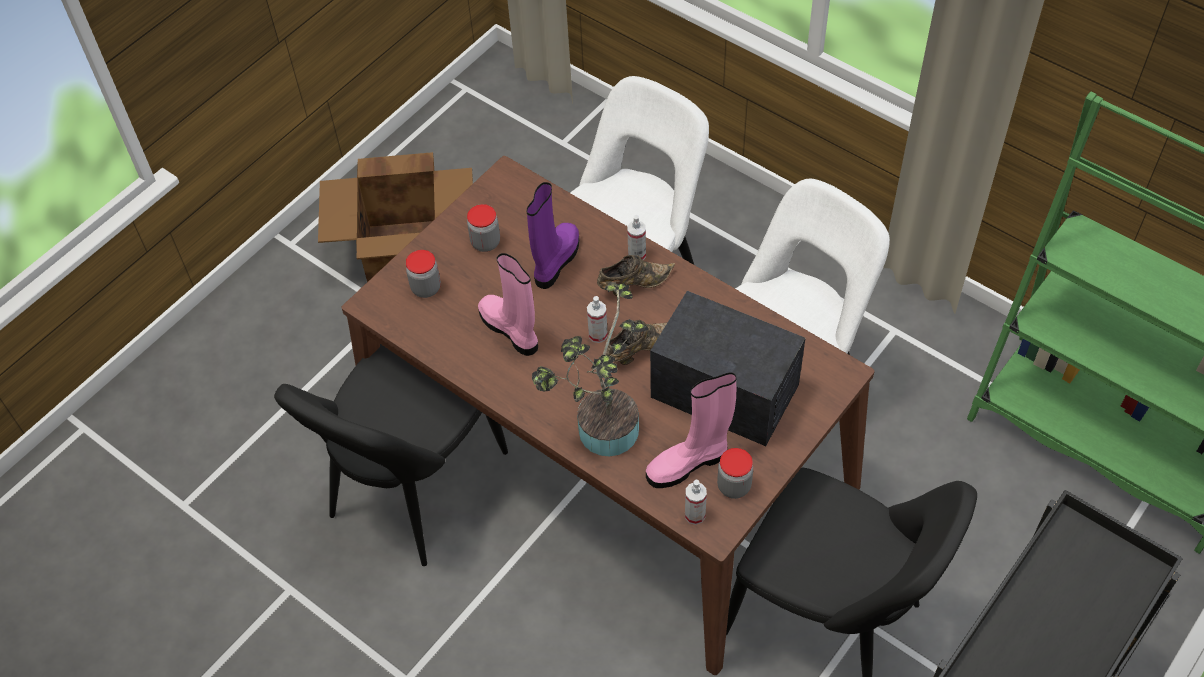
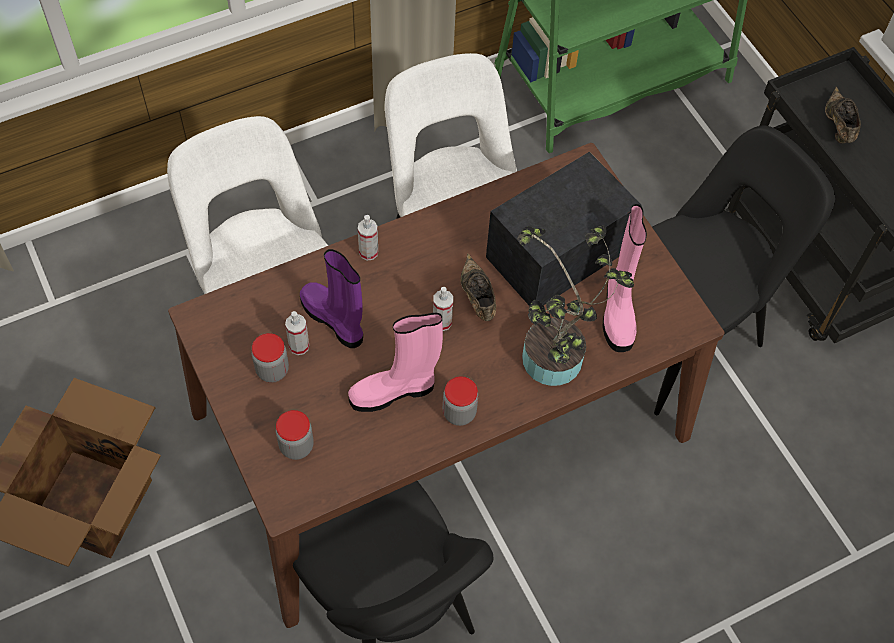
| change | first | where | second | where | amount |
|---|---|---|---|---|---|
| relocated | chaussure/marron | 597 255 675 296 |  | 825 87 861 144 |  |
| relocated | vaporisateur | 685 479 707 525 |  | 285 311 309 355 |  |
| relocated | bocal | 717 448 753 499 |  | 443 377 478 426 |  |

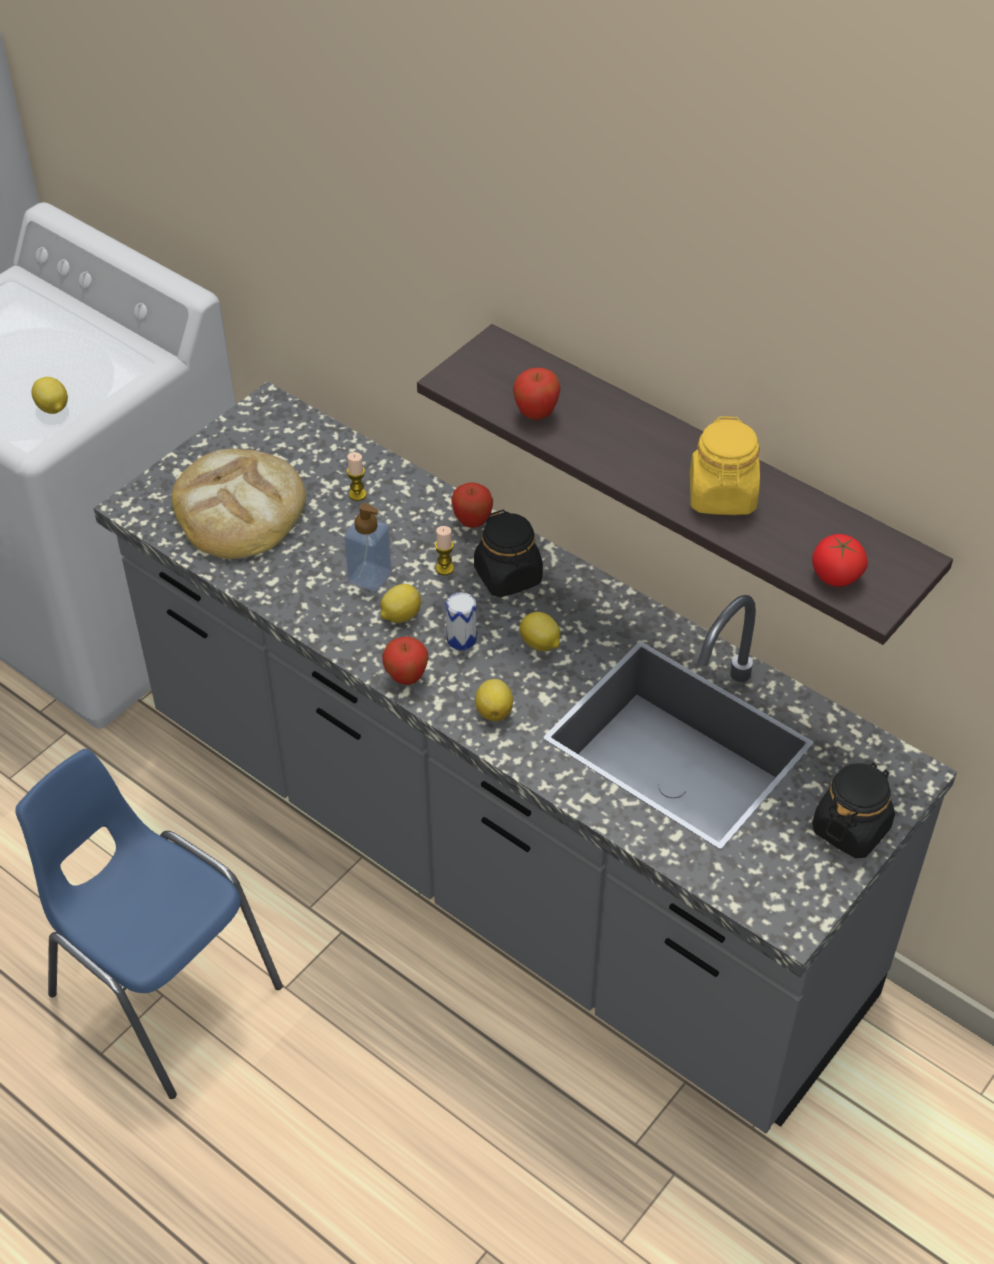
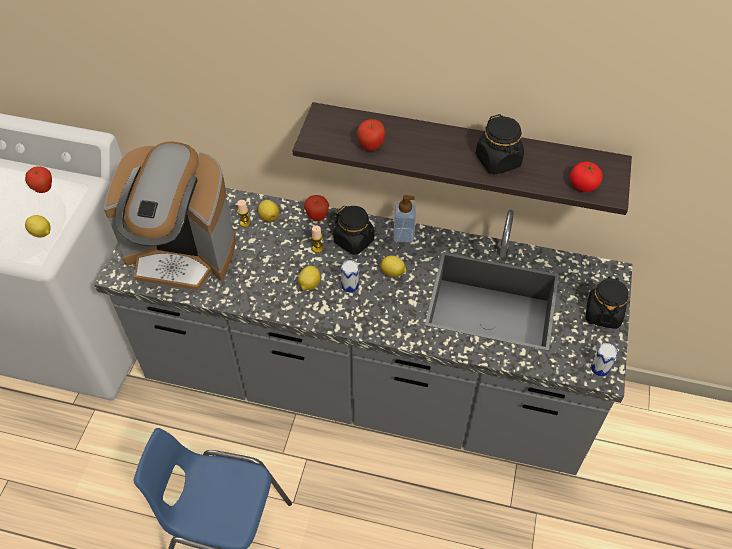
| change | first | where | second | where | amount |
|---|---|---|---|---|---|
| exchanged | pain | 172 449 306 559 | machine à café | 104 142 236 292 |  |
| relocated | distributeur de savon | 344 503 392 591 |  | 394 195 416 242 |  |
| relocated | pomme | 382 636 428 685 |  | 25 166 52 193 |  |
| relocated | citron | 475 679 513 721 |  | 258 200 279 222 |  |
| colour | bocal/jaune | 690 416 760 515 | bocal/noir | 476 114 524 175 |  |
| appeared |  |  | boîte métallique | 591 343 618 376 |  |

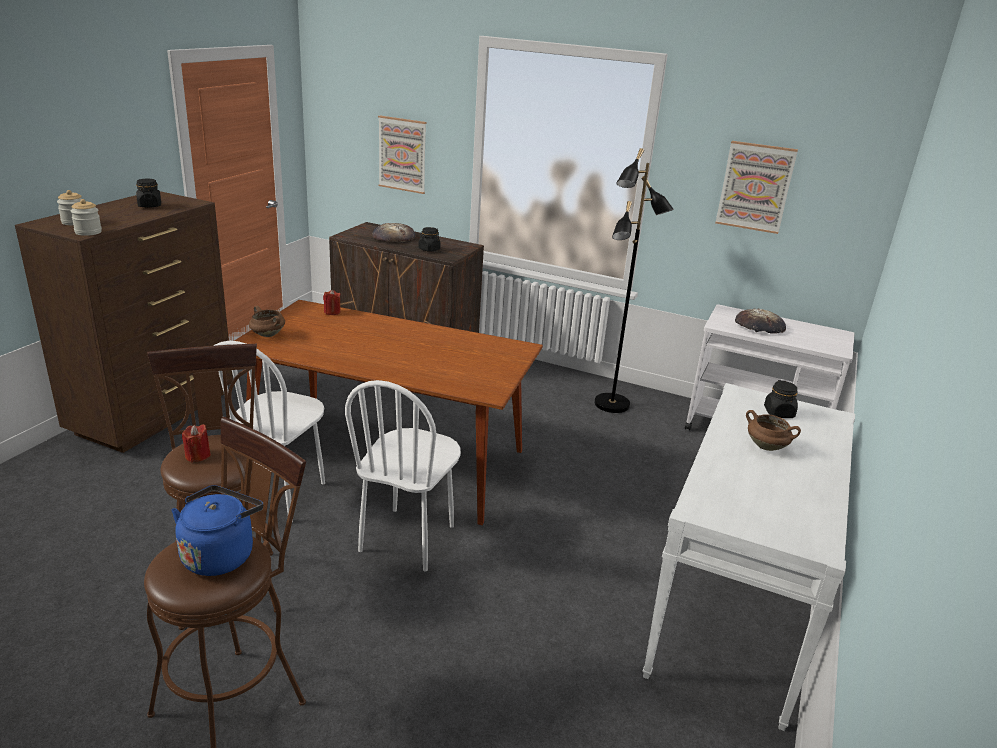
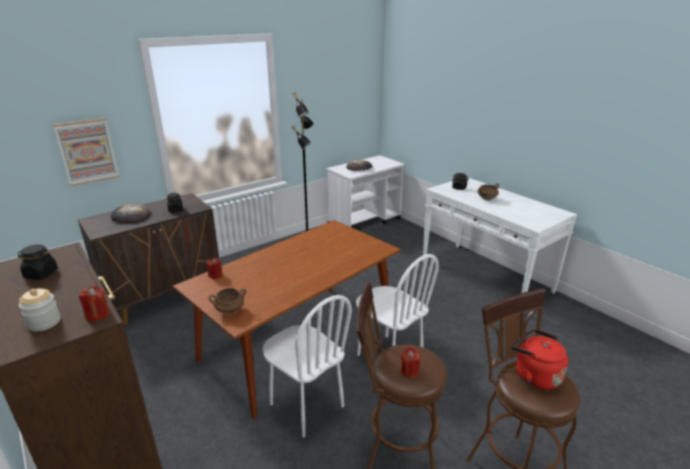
| change | first | where | second | where | amount |
|---|---|---|---|---|---|
| exchanged | bocal | 71 199 102 236 | bougie/rouge | 79 286 110 322 |  |
| colour | bouilloire/bleu | 171 485 263 576 | bouilloire/rouge | 511 329 568 390 |  |
| missing | tableau | 715 141 798 234 |  |  |  |

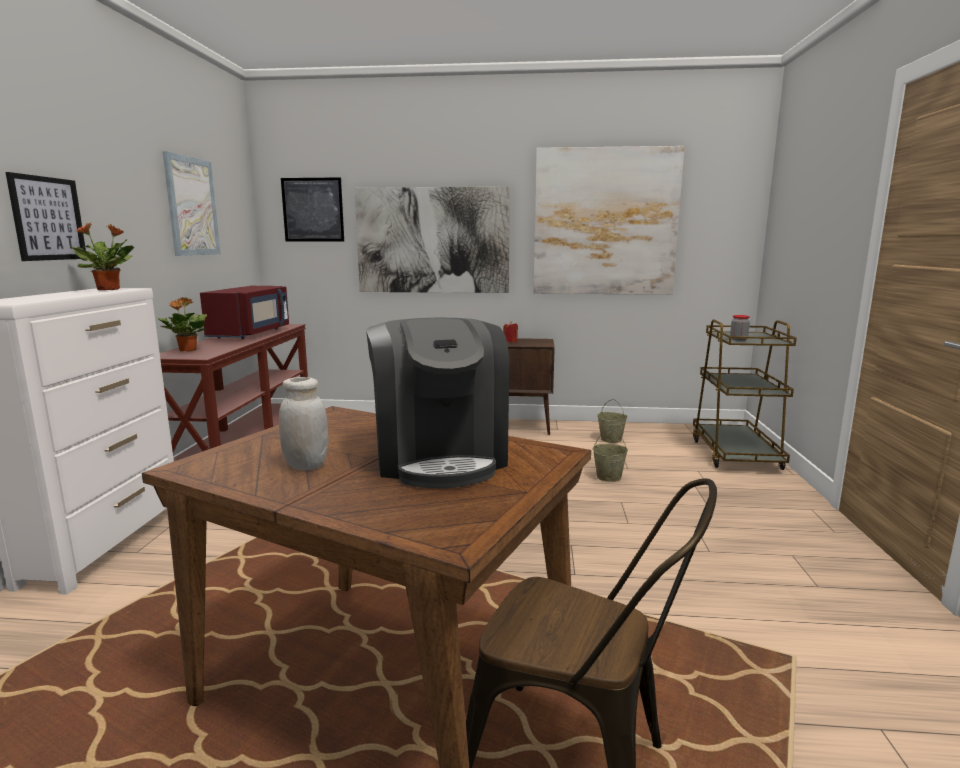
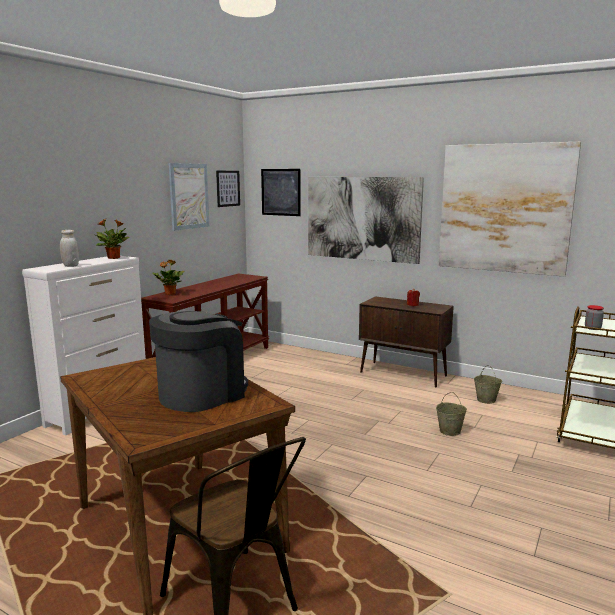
| change | first | where | second | where | amount |
|---|---|---|---|---|---|
| relocated | tableau | 6 172 86 261 |  | 216 171 240 207 |  |
| missing | micro-ondes/rouge | 200 286 289 339 |  |  |  |
| relocated | bocal/blanc | 279 377 328 470 |  | 60 230 79 267 |  |
| spun | machine à café | 366 318 509 488 |  | 149 311 248 412 | 150 degrees counterclockwise |

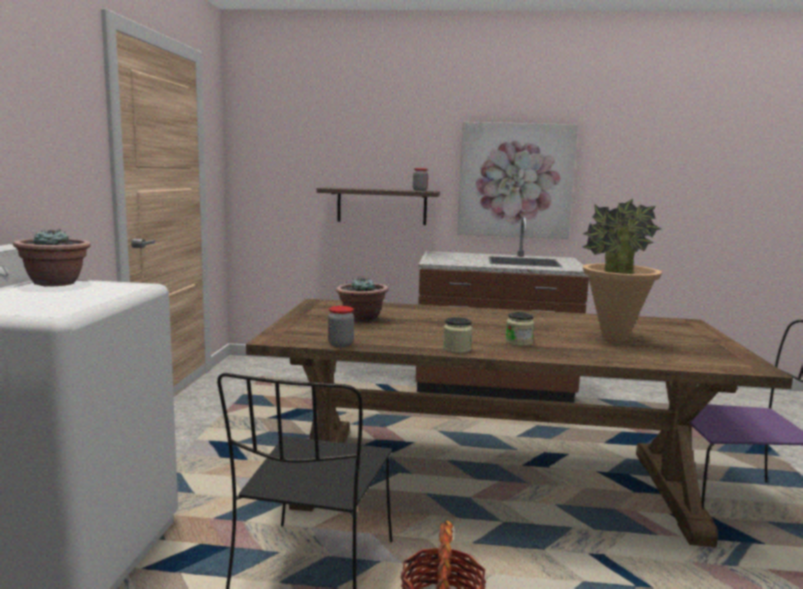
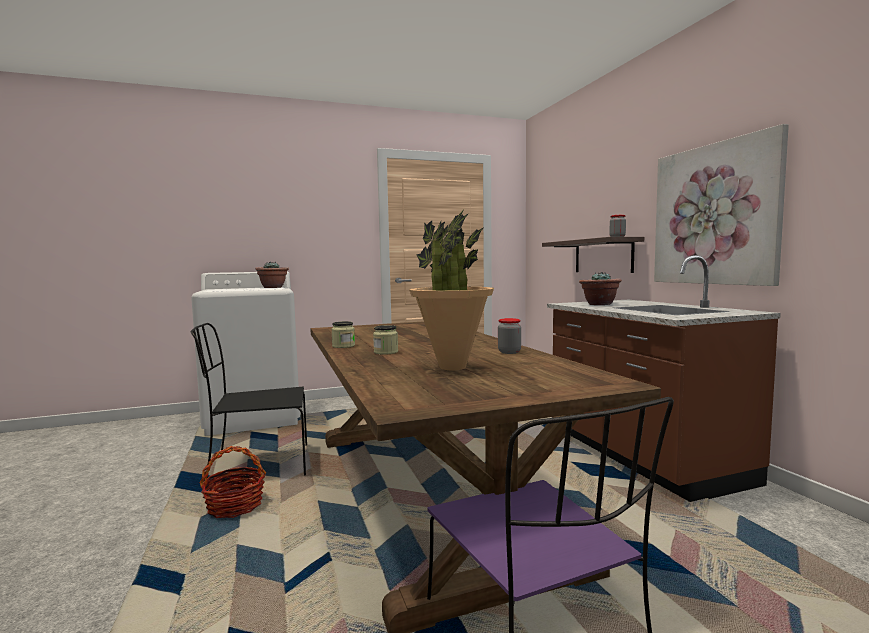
| change | first | where | second | where | amount |
|---|---|---|---|---|---|
| relocated | bocal | 328 306 354 347 |  | 498 318 521 354 |  |
| relocated | plante en pot | 336 276 388 322 |  | 579 272 622 305 |  |

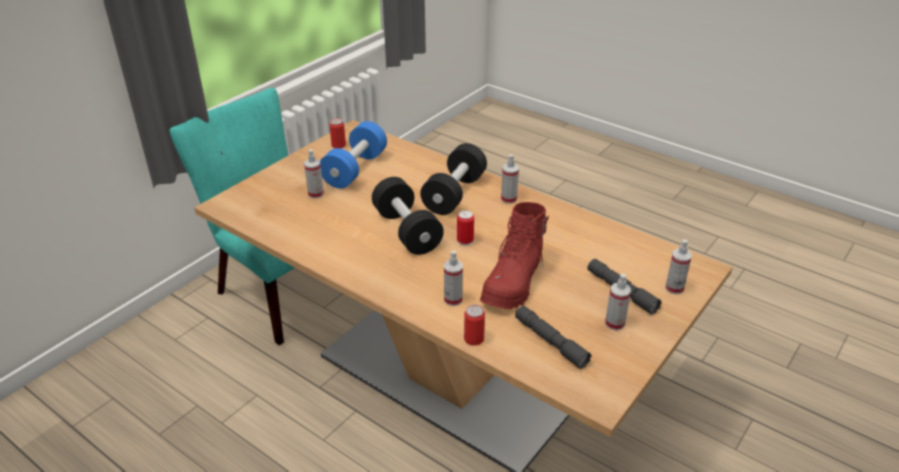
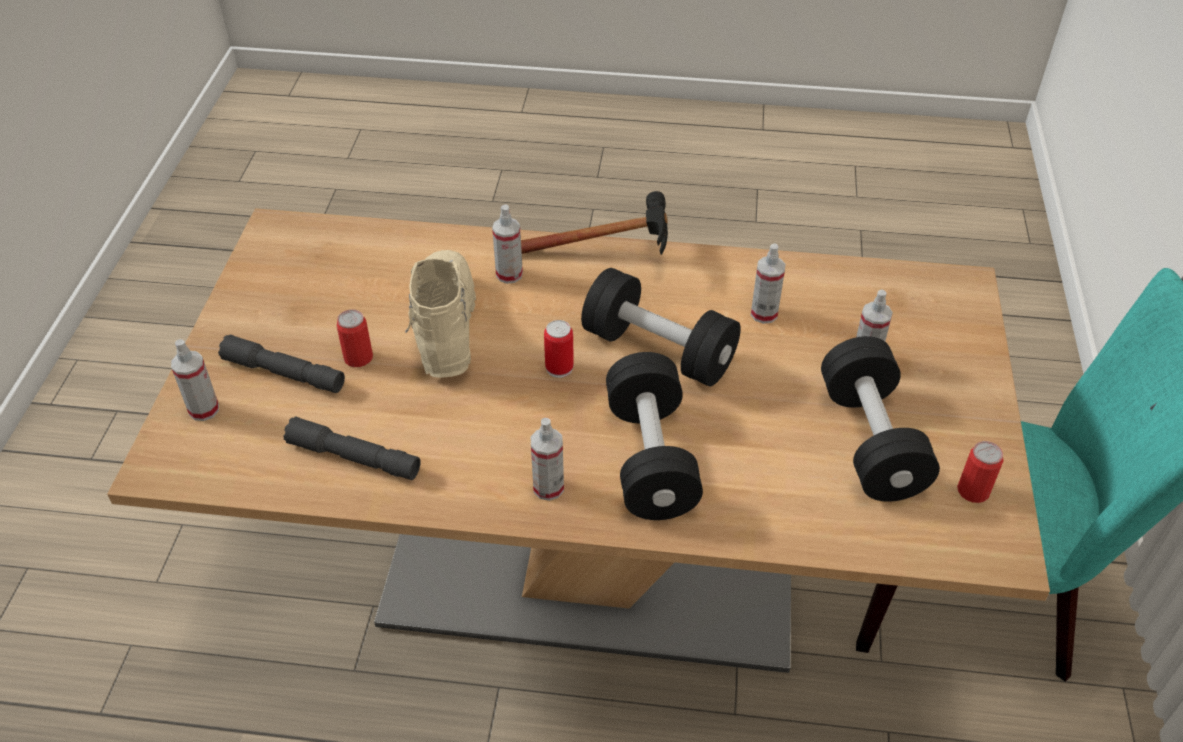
| change | first | where | second | where | amount |
|---|---|---|---|---|---|
| colour | haltère/bleu | 320 121 387 188 | haltère/noir | 821 336 940 502 |  |
| relocated | boîte métallique | 464 305 485 346 |  | 336 309 373 367 |  |
| colour | botte/rouge | 480 202 549 309 | botte/beige | 405 250 476 378 |  |
| relocated | lampe de poche/gris | 515 306 592 369 |  | 284 416 421 480 |  |
| relocated | vaporisateur | 605 273 631 331 |  | 751 243 786 324 |  |
| appeared |  |  | marteau | 521 191 668 255 |  |

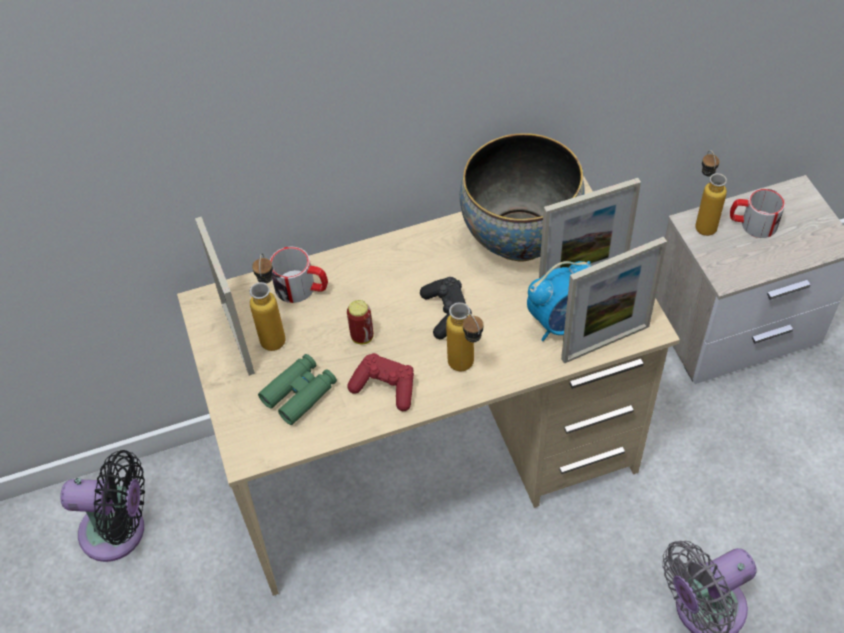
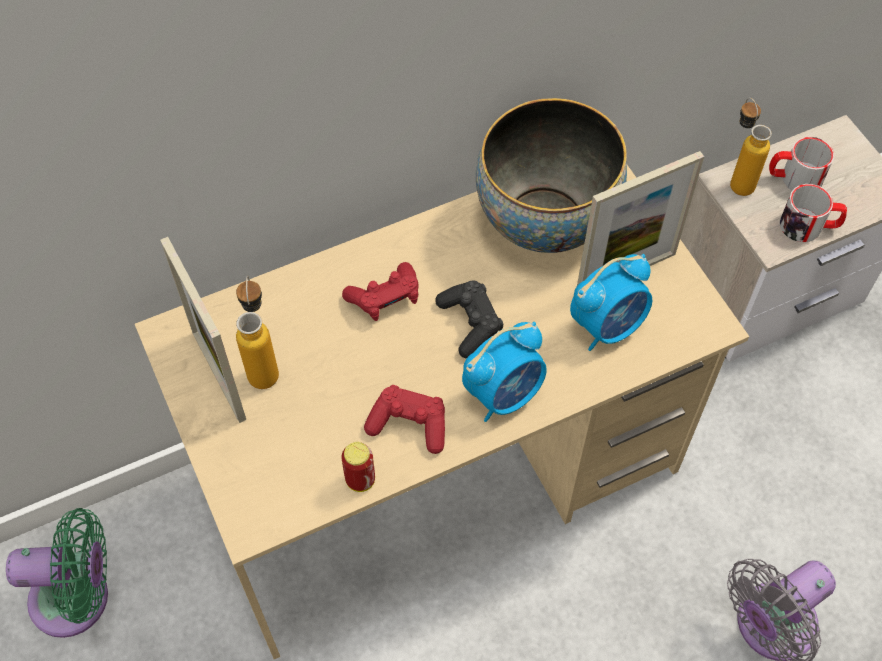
| change | first | where | second | where | amount |
|---|---|---|---|---|---|
| colour | ventilateur/noir | 60 450 145 562 | ventilateur/vert | 6 508 108 638 |  |
| missing | jumelles/vert | 258 354 337 425 |  |  |  |
| relocated | mug | 270 246 328 303 |  | 780 184 847 242 |  |
| relocated | boîte métallique | 347 300 374 345 |  | 341 442 375 492 |  |
| exchanged | bouteille | 446 302 483 371 | réveil | 462 322 547 422 |  |
| missing | cadre photo | 561 237 667 364 |  |  |  |
| appeared |  |  | manette/rouge | 342 262 419 321 |  |

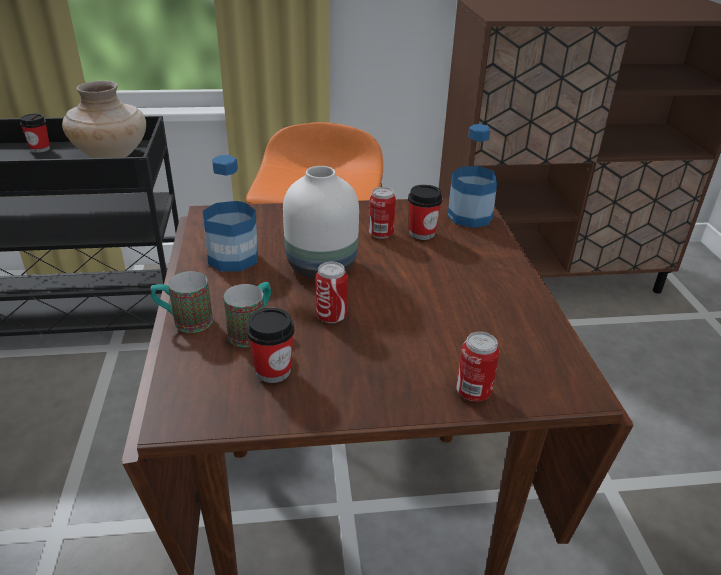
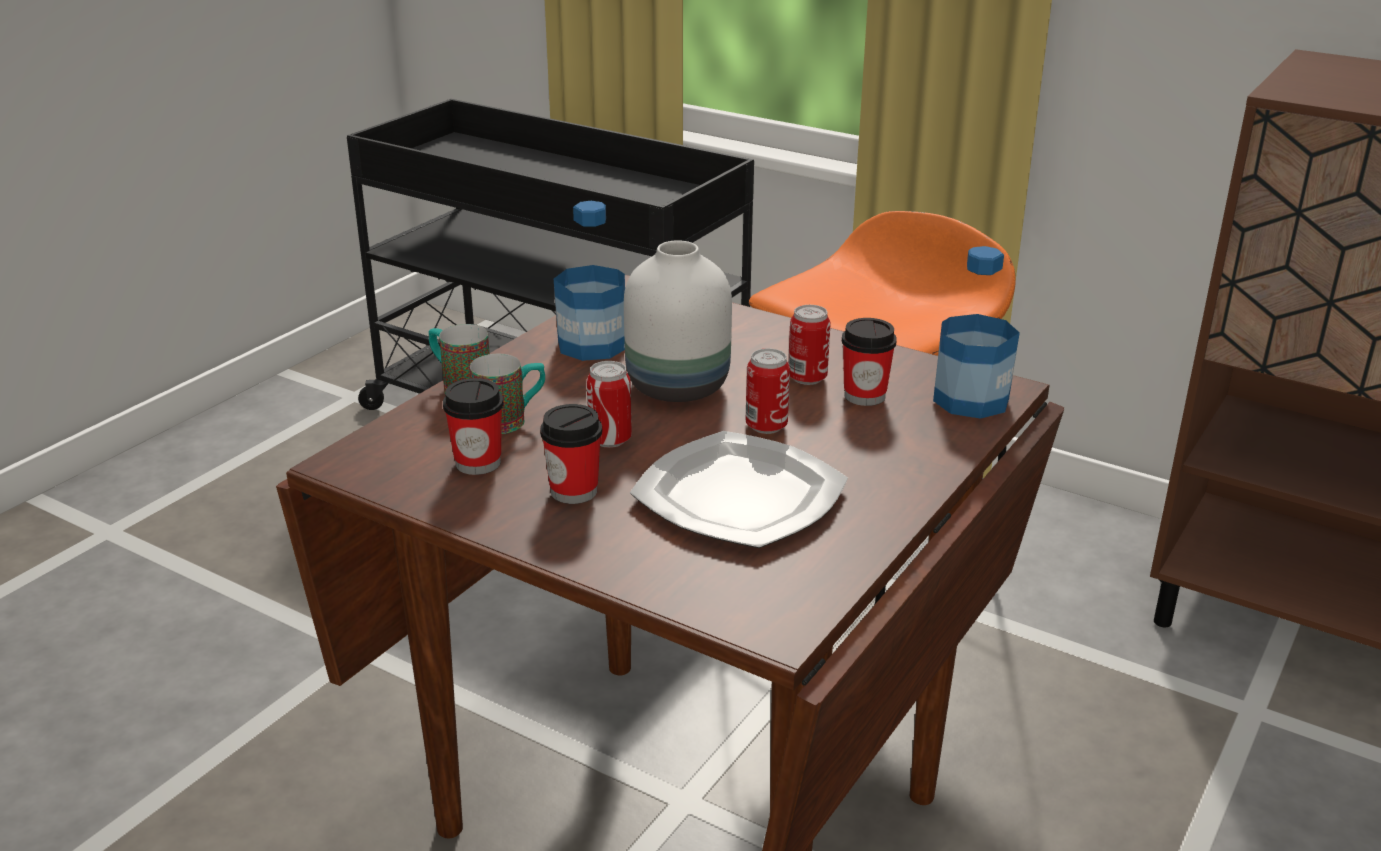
| change | first | where | second | where | amount |
|---|---|---|---|---|---|
| relocated | tasse | 20 114 50 153 |  | 540 404 602 504 |  |
| missing | vase/beige | 62 81 146 158 |  |  |  |
| relocated | boîte métallique | 456 332 500 401 |  | 746 348 790 434 |  |
| appeared |  |  | assiette | 630 431 848 548 |  |

